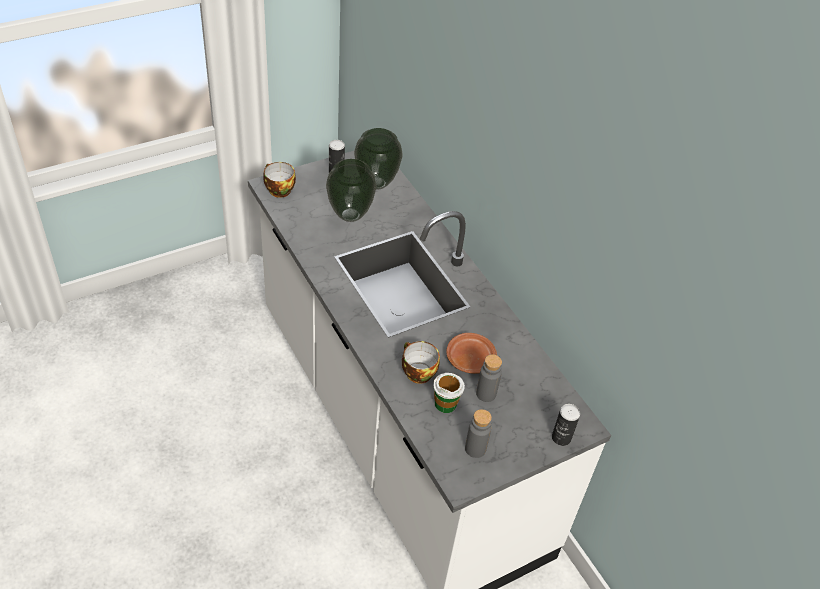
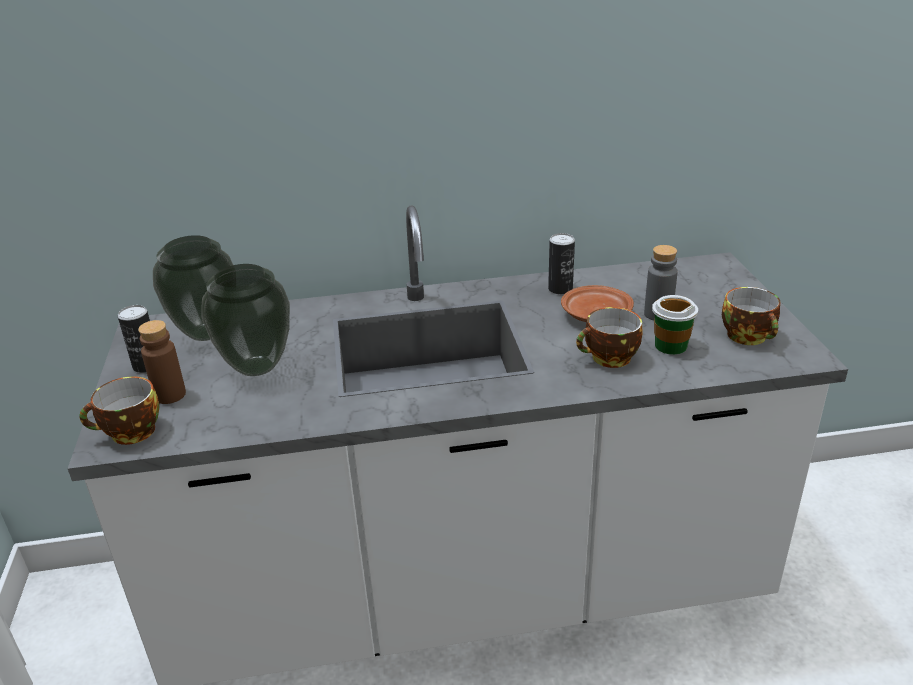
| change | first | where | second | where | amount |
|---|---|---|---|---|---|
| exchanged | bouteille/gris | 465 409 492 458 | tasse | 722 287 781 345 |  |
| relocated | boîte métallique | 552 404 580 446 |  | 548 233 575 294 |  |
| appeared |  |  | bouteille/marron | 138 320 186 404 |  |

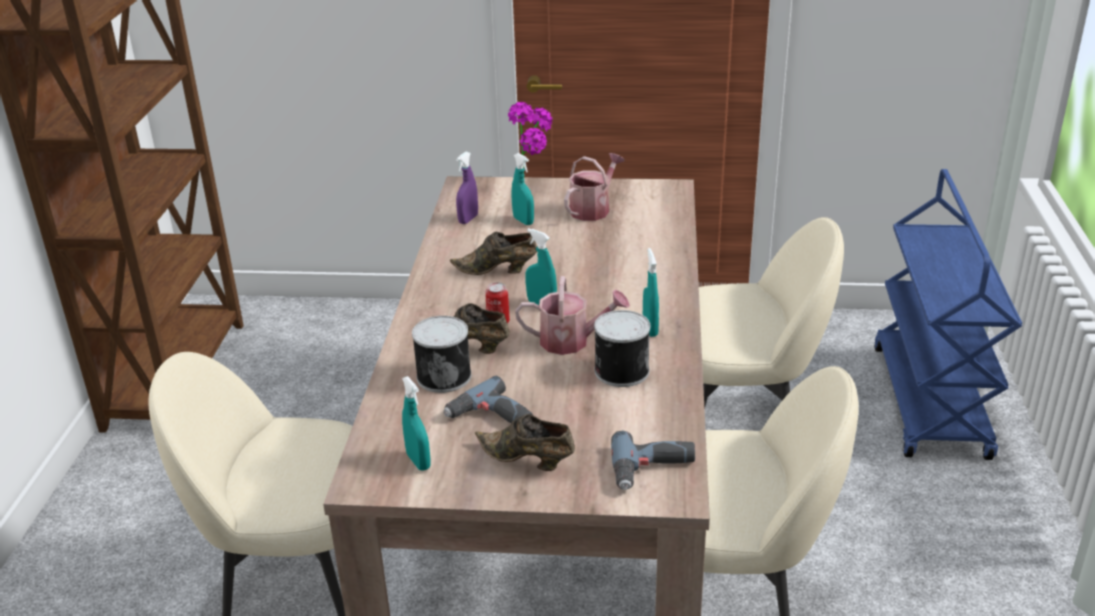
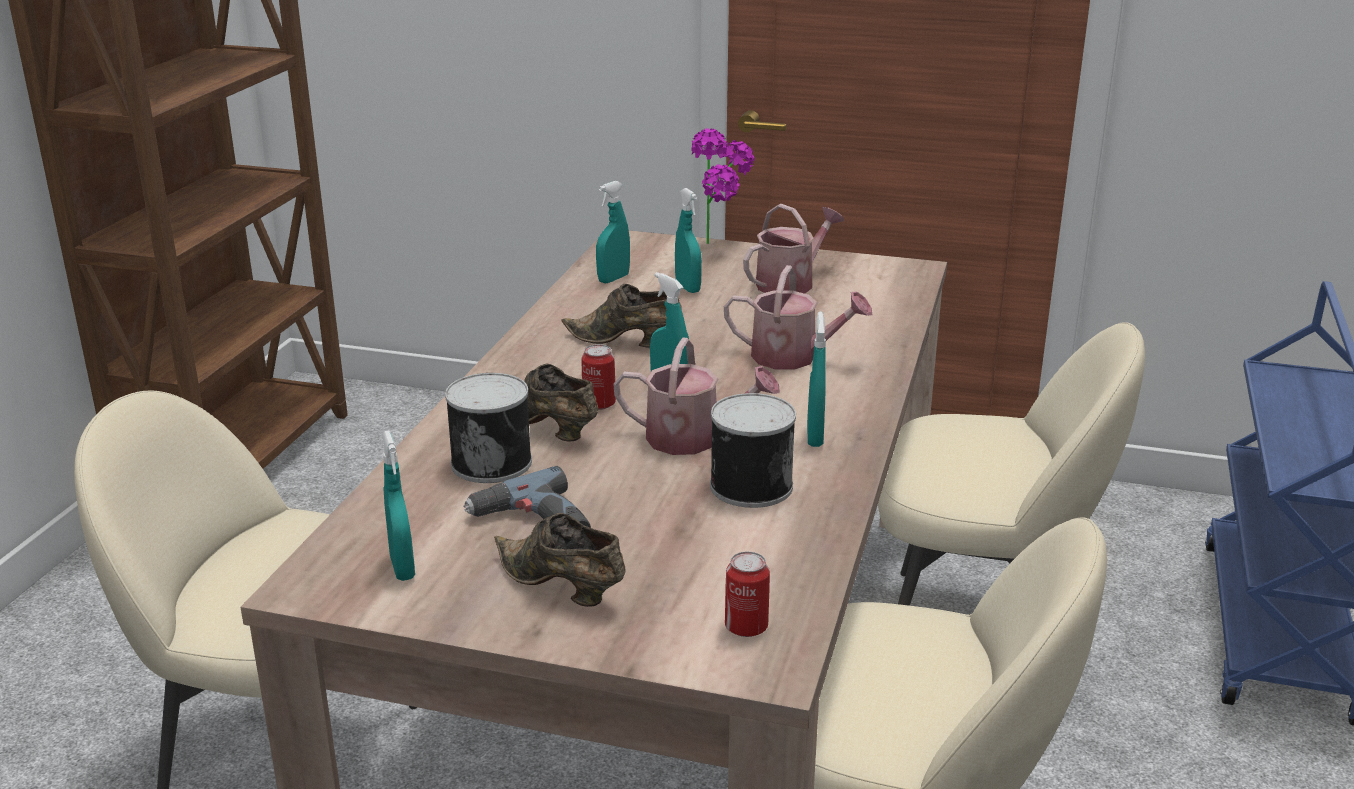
| change | first | where | second | where | amount |
|---|---|---|---|---|---|
| colour | vaporisateur/violet | 456 152 478 224 | vaporisateur/turquoise | 596 181 630 283 |  |
| exchanged | perceuse | 611 431 695 490 | boîte métallique | 725 551 770 637 |  |
| appeared |  |  | arrosoir | 724 265 872 369 |  |

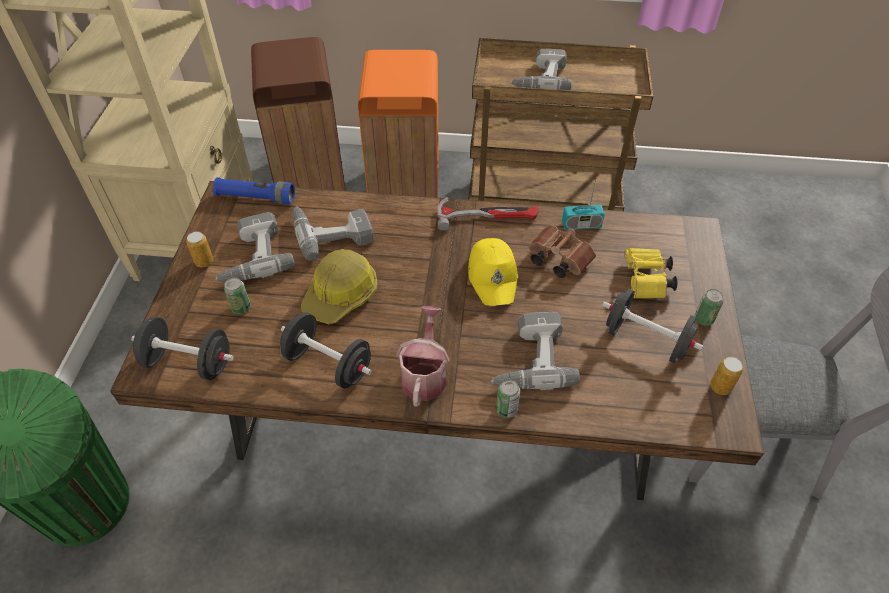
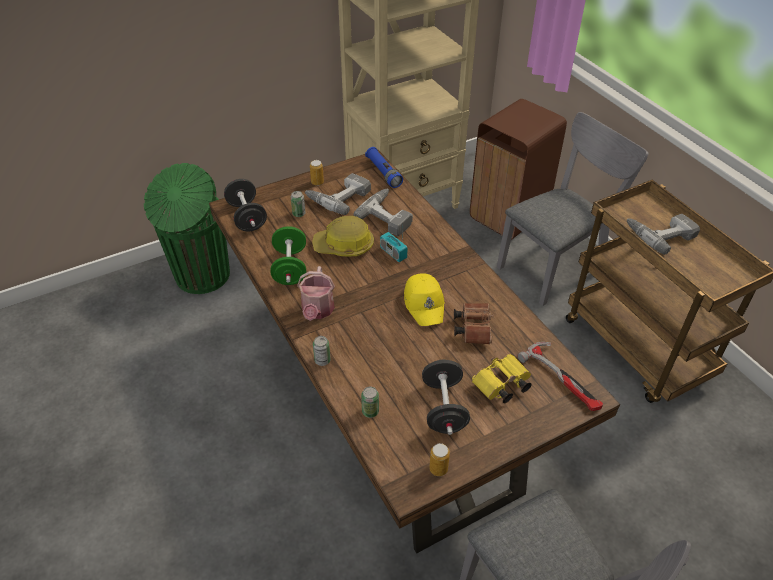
| change | first | where | second | where | amount |
|---|---|---|---|---|---|
| colour | haltère/noir | 280 312 372 389 | haltère/vert | 271 226 306 285 |  |
| exchanged | poubelle/orange | 358 50 439 198 | chaise/gris | 497 112 648 306 |  |
| spun | arrosoir | 396 306 450 407 |  | 297 266 335 321 | 120 degrees clockwise |
| relocated | marteau | 437 197 539 231 |  | 517 342 603 411 |  |
| spun | casquette/jaune | 468 238 518 306 |  | 404 273 445 326 | 60 degrees counterclockwise |
| missing | perceuse | 491 312 580 390 |  |  |  |
| relocated | radio | 562 180 605 230 |  | 380 219 407 262 |  |
| relocated | boîte métallique | 695 289 724 326 |  | 361 387 379 418 |  |

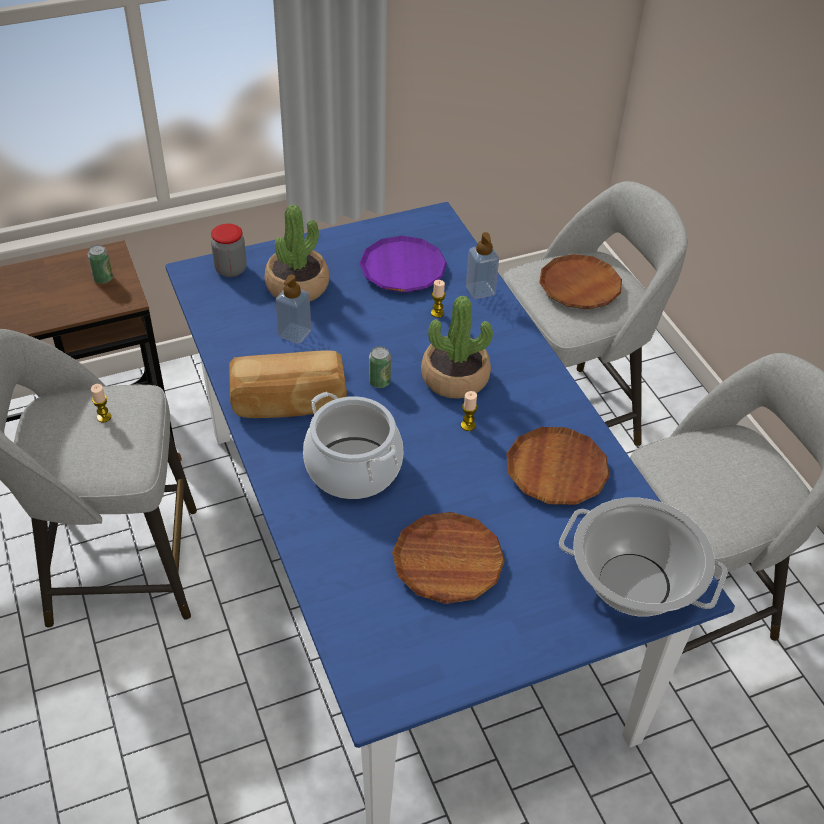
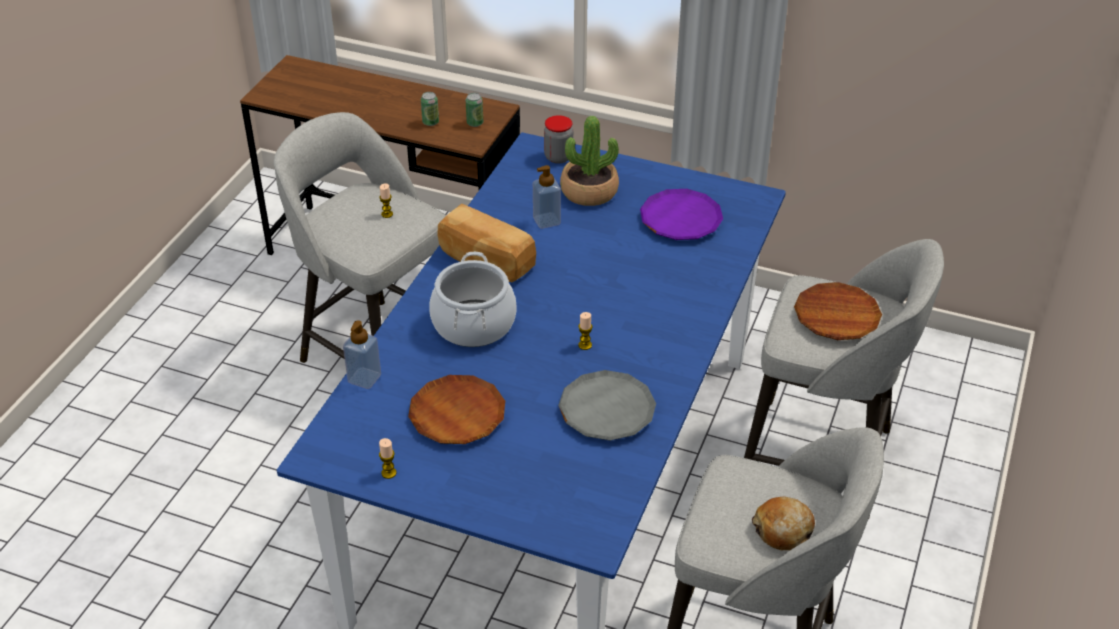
| change | first | where | second | where | amount |
|---|---|---|---|---|---|
| relocated | boîte métallique | 369 346 391 388 |  | 421 92 439 126 |  |
| missing | plante en pot | 421 296 493 399 |  |  |  |
| relocated | bougie | 431 280 446 318 |  | 379 438 397 479 |  |
| relocated | distributeur de savon | 466 232 499 299 |  | 343 320 381 389 |  |
| colour | assiette/marron | 507 427 610 505 | assiette/gris | 558 370 656 441 |  |
| missing | marmite | 559 498 727 616 |  |  |  |
| appeared |  |  | pain | 752 497 815 551 |  |

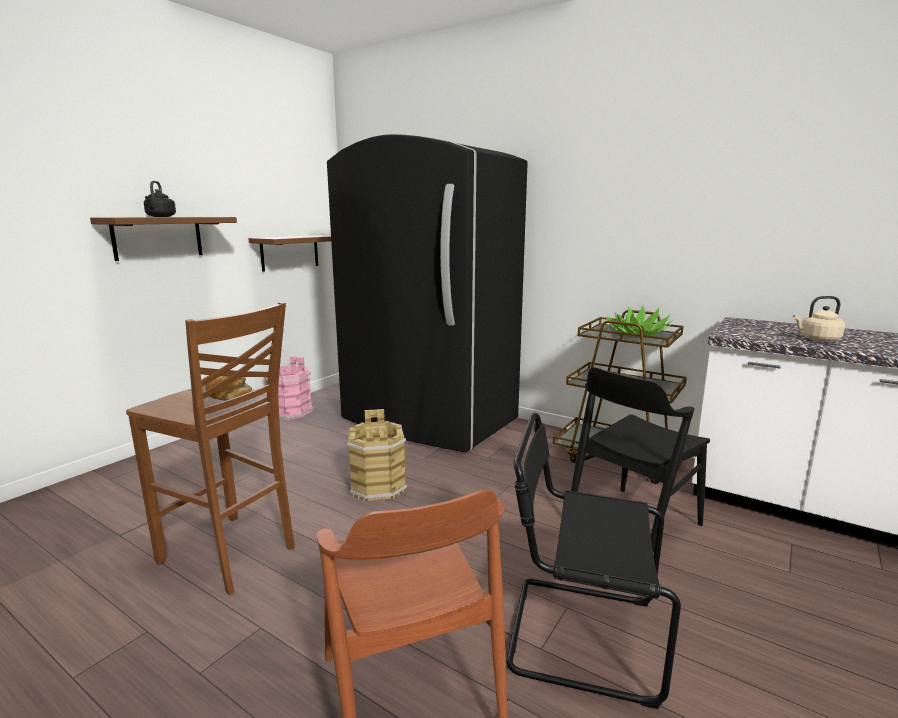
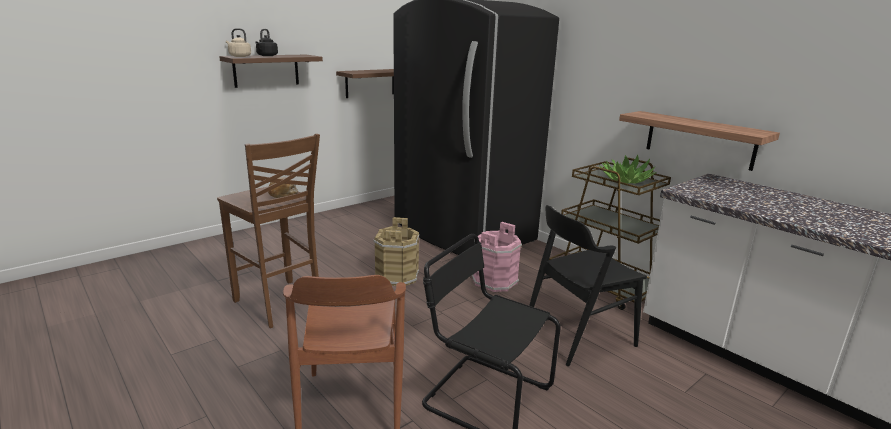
| change | first | where | second | where | amount |
|---|---|---|---|---|---|
| relocated | seau/rose | 265 356 313 420 |  | 472 222 522 292 |  |
| relocated | bouilloire/beige | 793 296 845 342 |  | 226 28 251 57 |  |
| appeared |  |  | étagère | 619 111 780 171 |  |

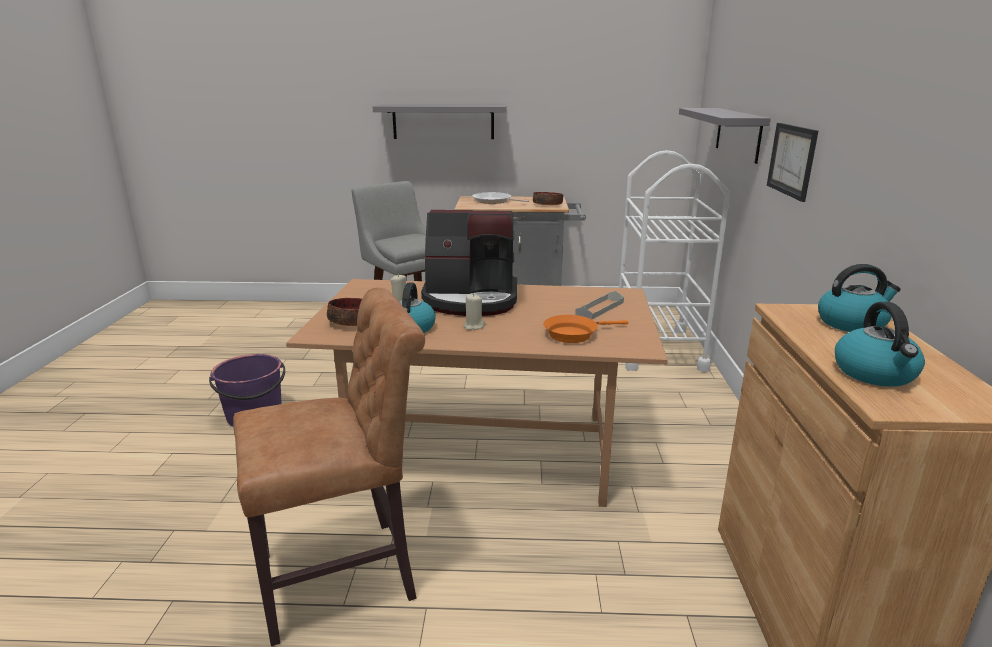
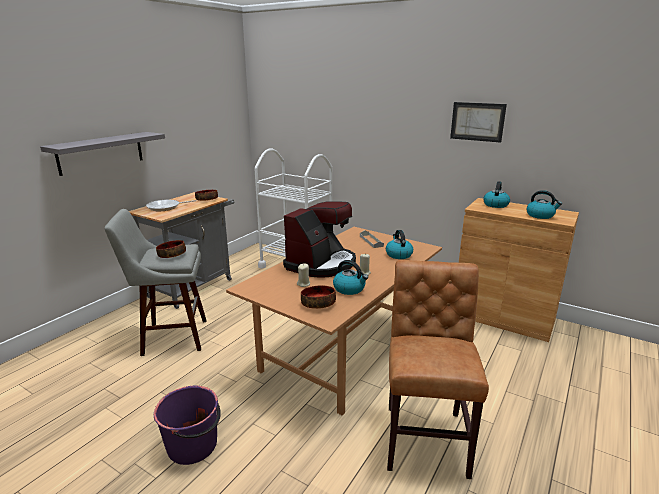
| change | first | where | second | where | amount |
|---|---|---|---|---|---|
| exchanged | poêle/orange | 543 315 629 343 | bouilloire | 386 230 413 259 |  |
| missing | étagère/gris | 679 108 771 164 |  |  |  |
| relocated | tableau | 767 123 818 202 |  | 450 102 507 143 |  |
| appeared |  |  | bol | 156 240 186 258 |  |

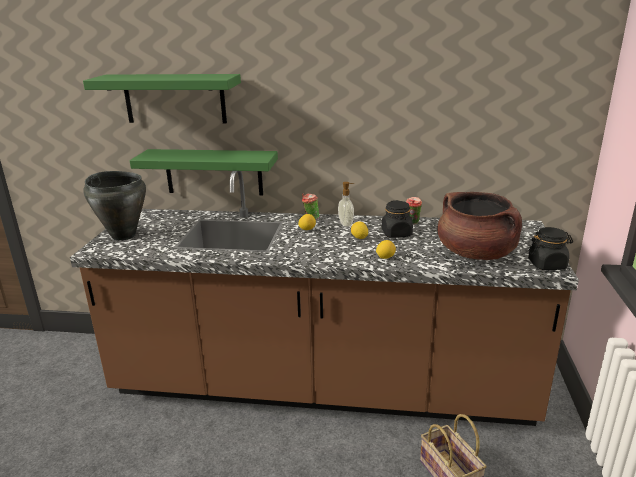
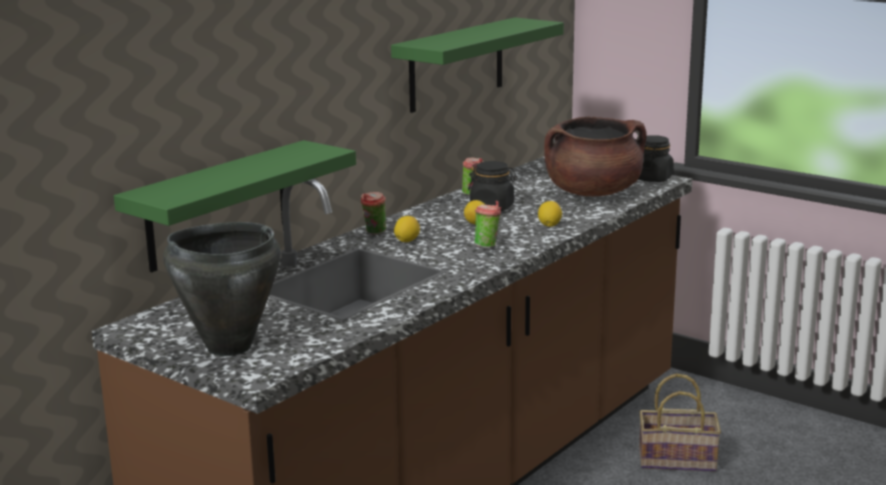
| change | first | where | second | where | amount |
|---|---|---|---|---|---|
| relocated | étagère/vert | 83 74 241 123 |  | 391 17 564 113 |  |
| missing | distributeur de savon | 338 182 354 227 |  |  |  |
| appeared |  |  | tasse | 474 201 501 249 |  |

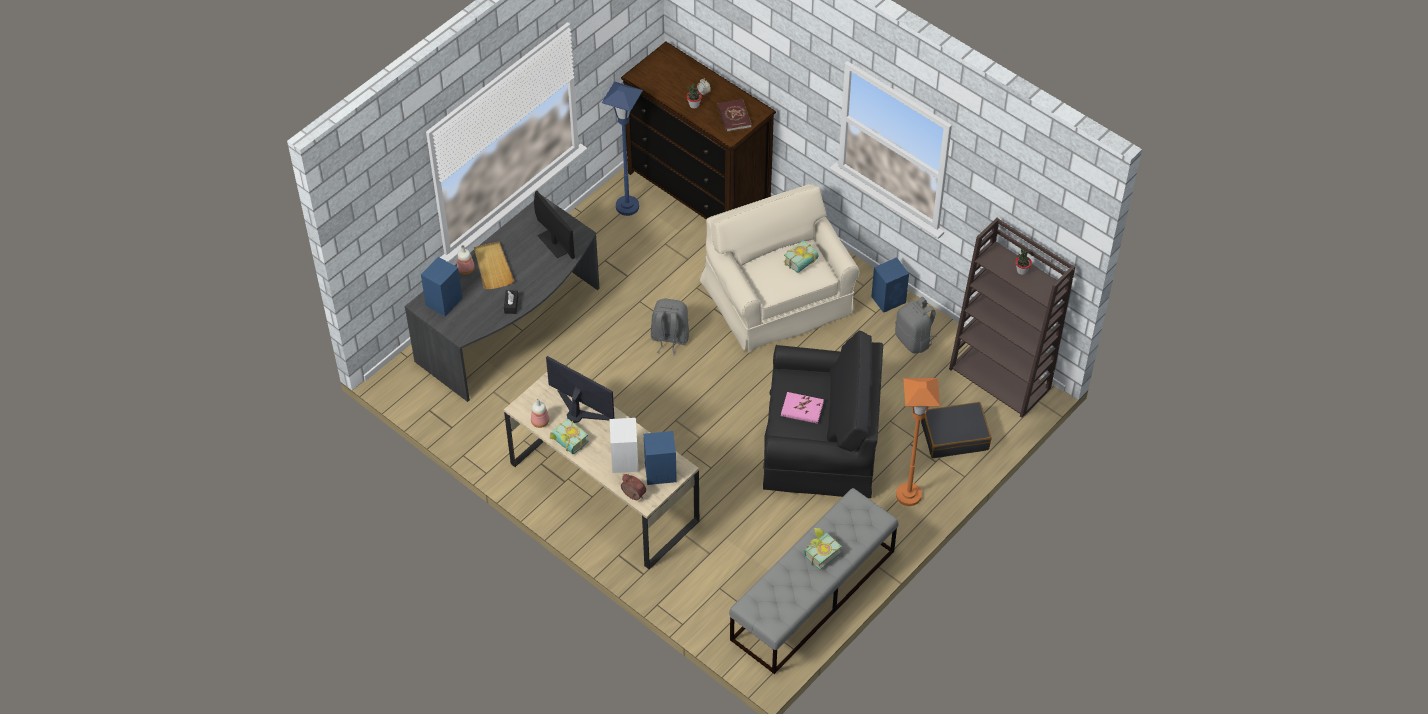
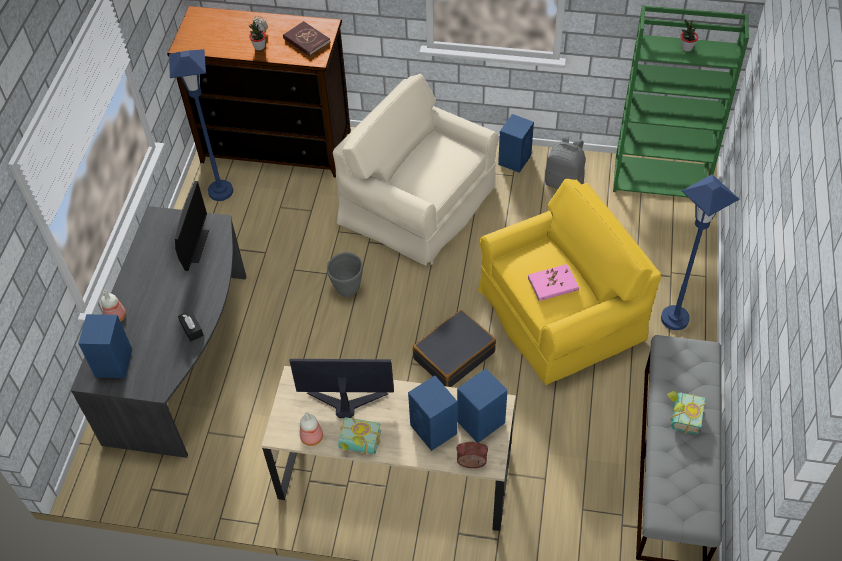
| change | first | where | second | where | amount |
|---|---|---|---|---|---|
| missing | plateau/beige | 474 242 514 289 |  |  |  |
| spun | écran d'ordinateur | 534 191 575 259 |  | 175 181 209 271 | 75 degrees clockwise |
| colour | enceinte/blanc | 610 418 639 473 | enceinte/bleu | 408 376 457 451 |  |
| exchanged | sac à dos/gris | 651 299 689 355 | cache-pot/gris | 327 252 363 297 |  |
| colour | fauteuil/noir | 763 331 883 498 | fauteuil/jaune | 478 179 661 385 |  |
| missing | livre | 784 240 819 273 |  |  |  |
| colour | lampadaire/orange | 896 378 940 506 | lampadaire/bleu | 661 174 739 330 |  |
| relocated | valise/noir | 921 402 991 458 |  | 413 309 496 387 |  |
| colour | bibliothèque/marron | 949 218 1075 418 | bibliothèque/vert | 613 5 749 198 |  |

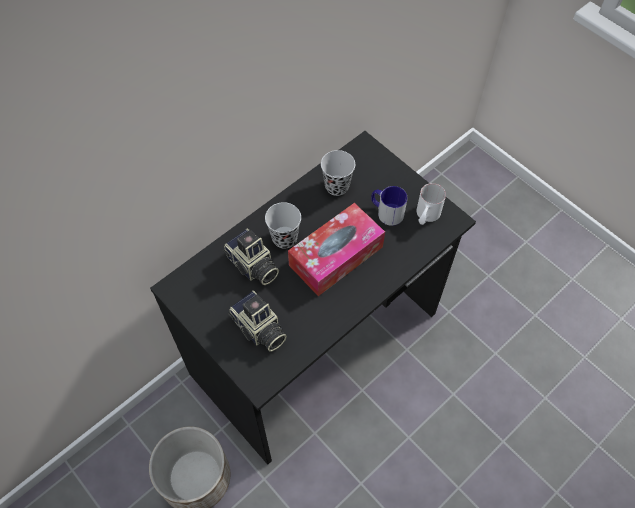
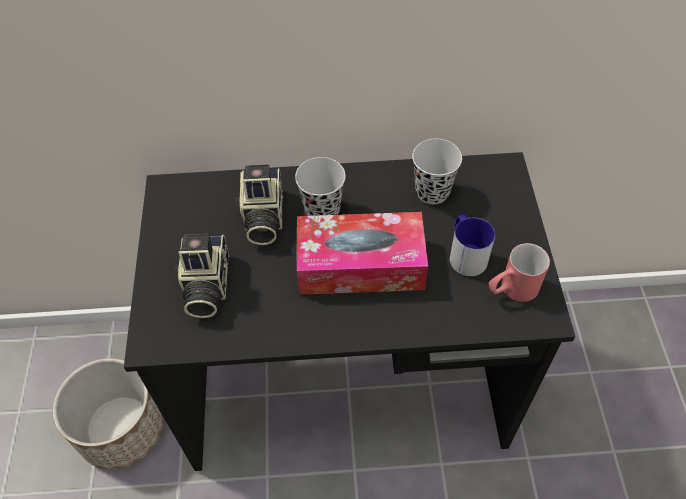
| change | first | where | second | where | amount |
|---|---|---|---|---|---|
| colour | mug/blanc | 417 183 446 225 | mug/rouge | 489 243 550 302 |  |

